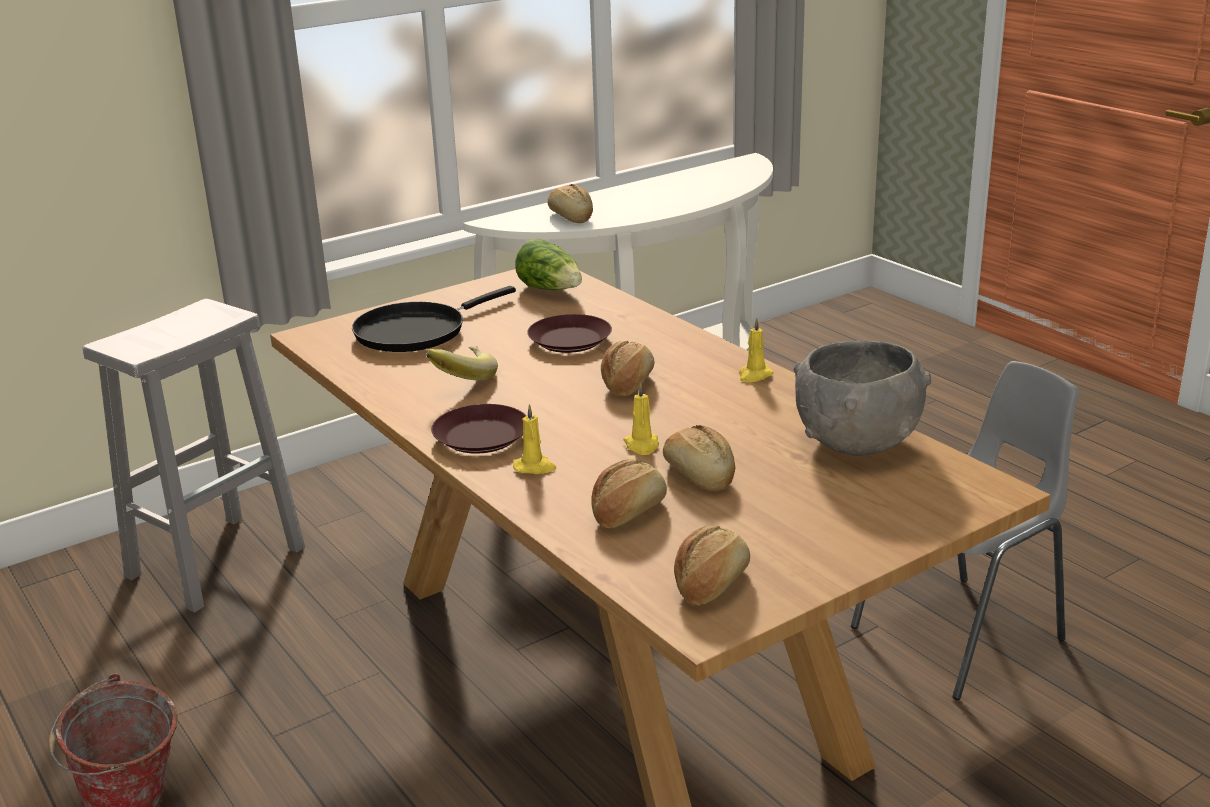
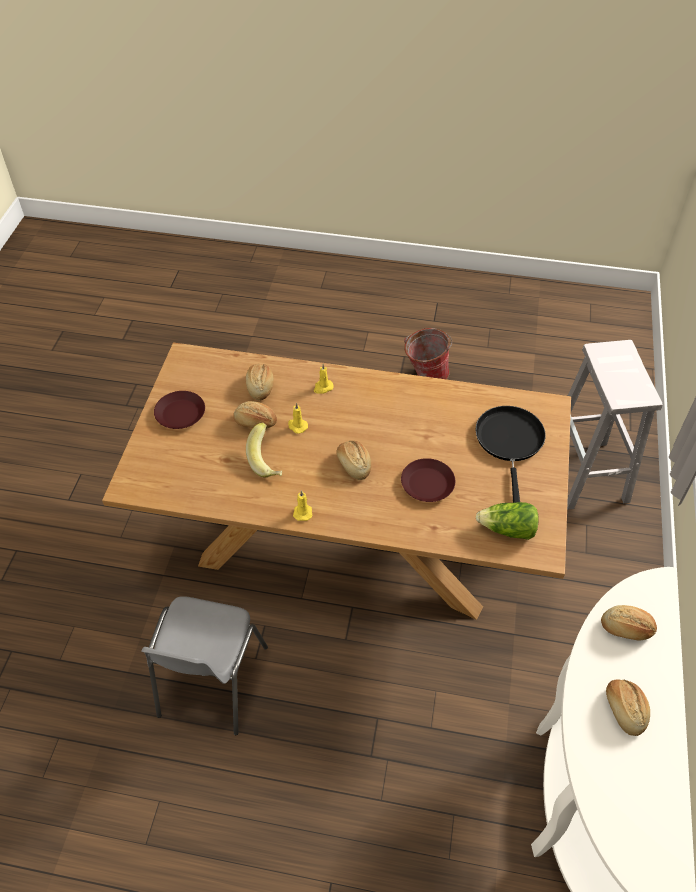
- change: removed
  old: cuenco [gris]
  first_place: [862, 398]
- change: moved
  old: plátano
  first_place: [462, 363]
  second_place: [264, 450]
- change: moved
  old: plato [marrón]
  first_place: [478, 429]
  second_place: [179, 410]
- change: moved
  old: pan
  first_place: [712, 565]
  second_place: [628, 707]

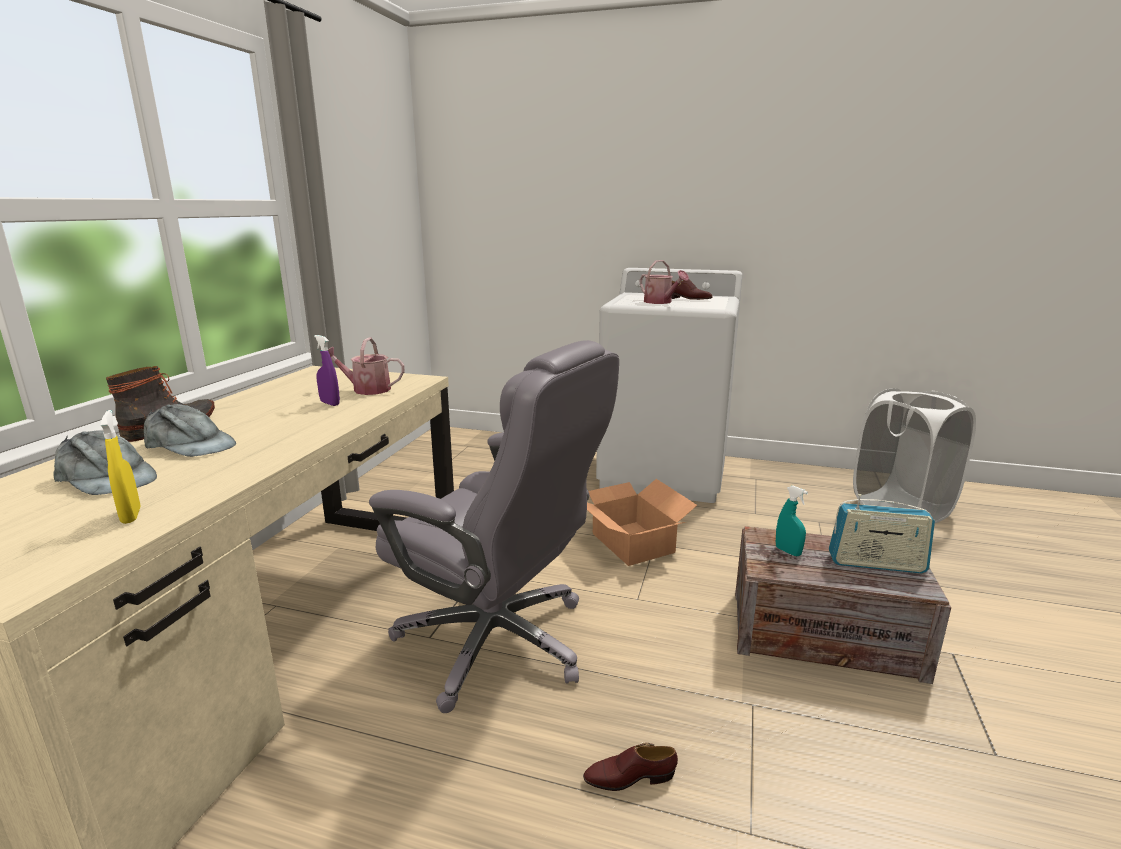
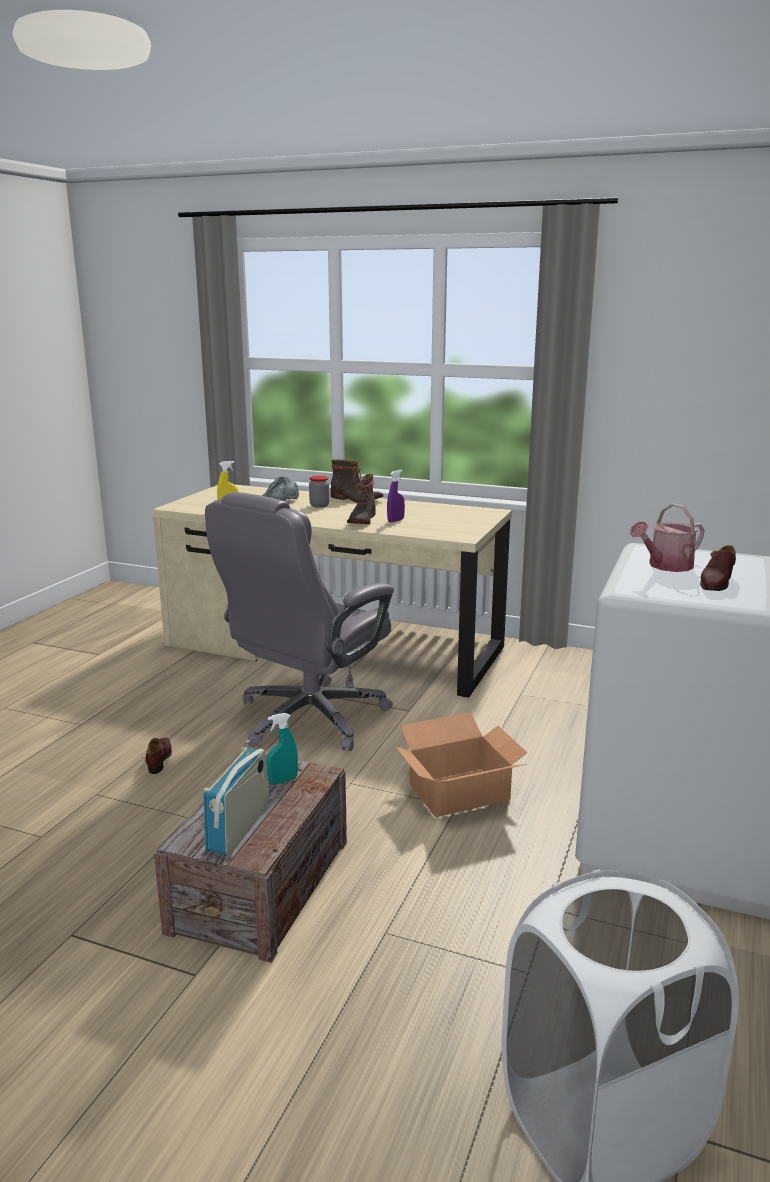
- change: removed
  old: regadera
  first_place: [366, 366]
- change: added
  new: bota
  second_place: [361, 499]
- change: replaced
  old: gorra [gris]
  new: tarro
  first_place: [190, 430]
  second_place: [319, 491]

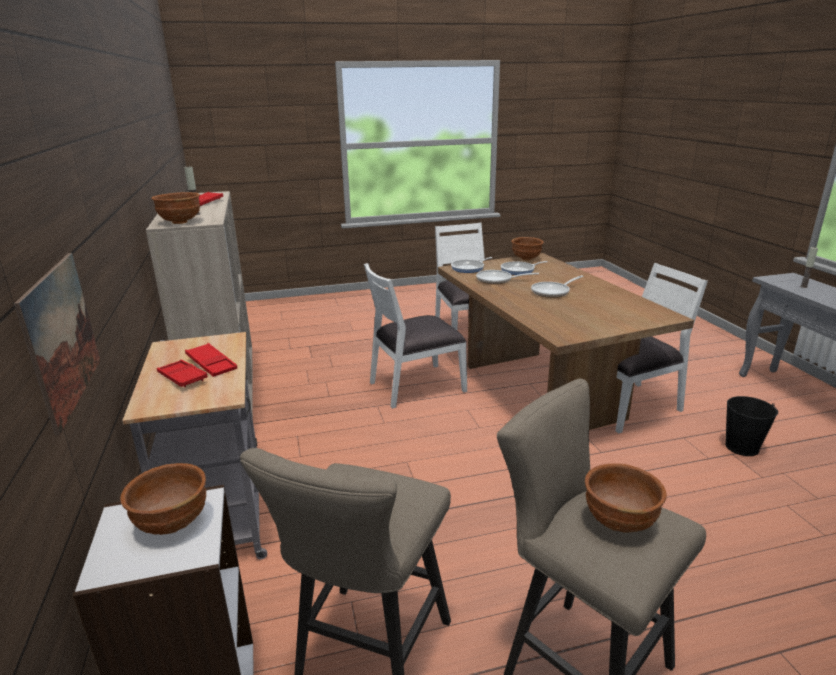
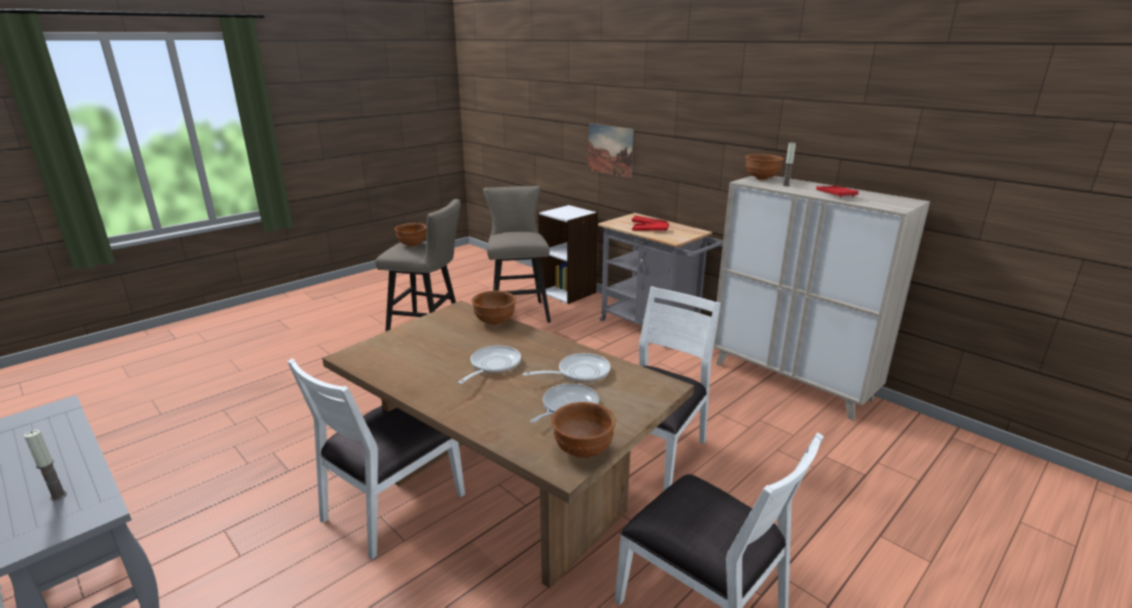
- change: removed
  old: sartén
  first_place: [472, 265]
- change: removed
  old: cubo [negro]
  first_place: [751, 426]
- change: moved
  old: cuenco [marrón]
  first_place: [163, 499]
  second_place: [494, 307]

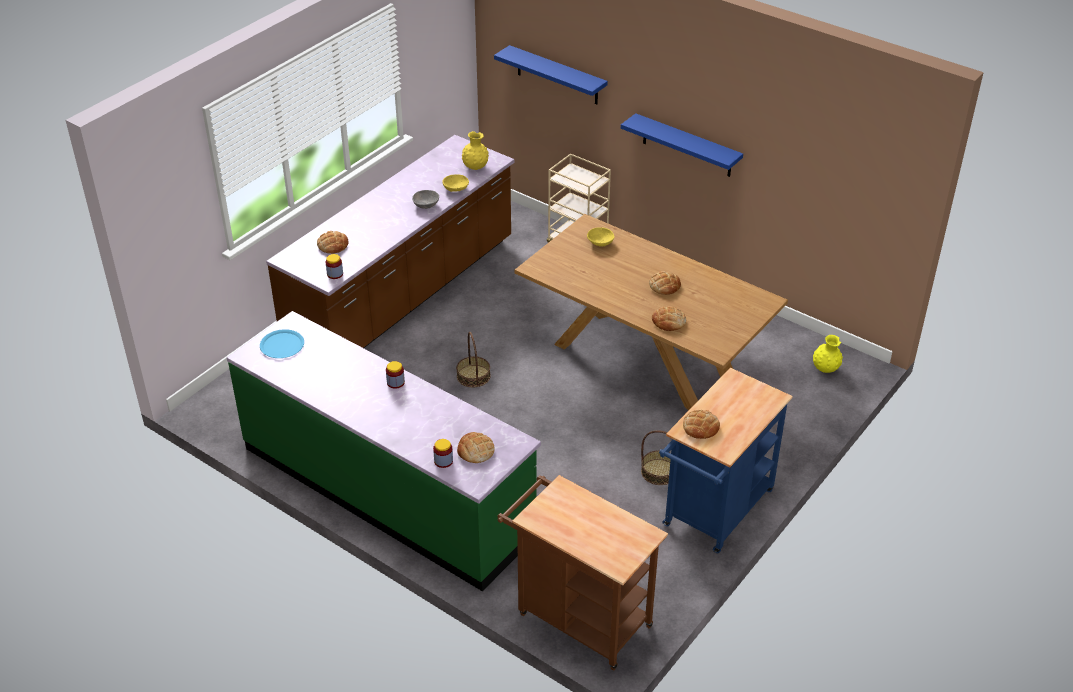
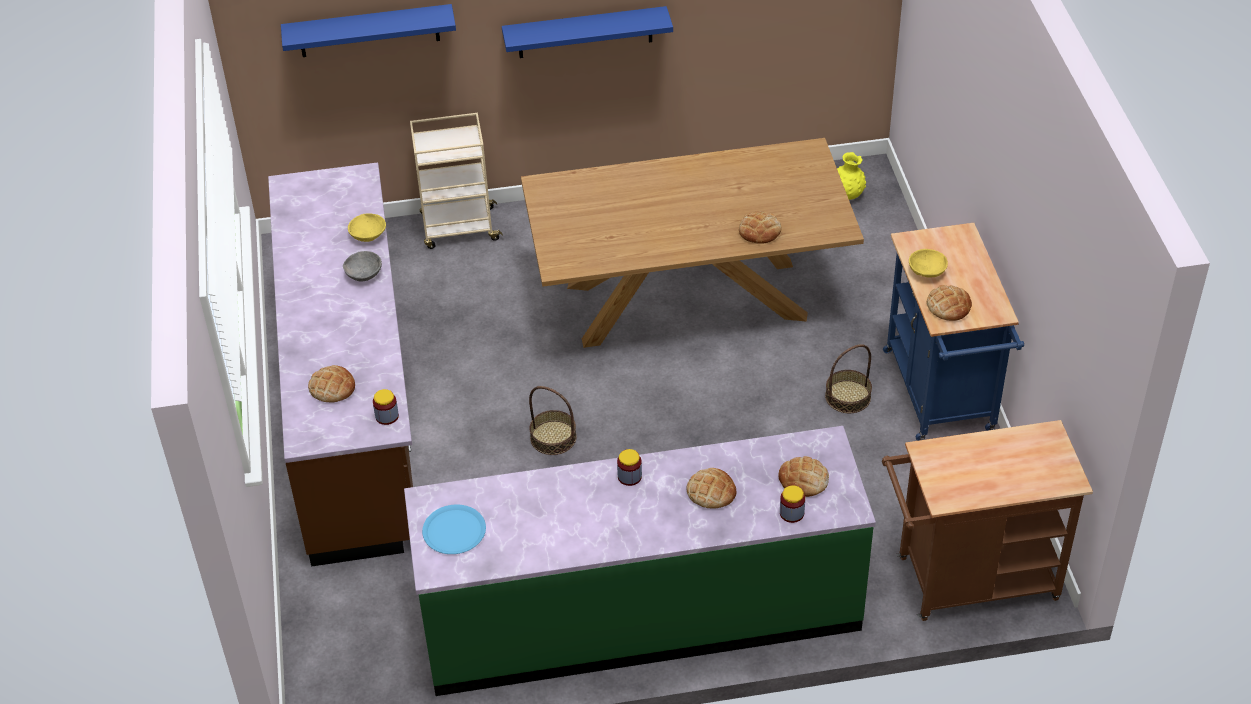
- change: removed
  old: florero [amarillo]
  first_place: [475, 150]
- change: moved
  old: cuenco [amarillo]
  first_place: [600, 237]
  second_place: [928, 263]
- change: moved
  old: pan
  first_place: [665, 283]
  second_place: [712, 488]

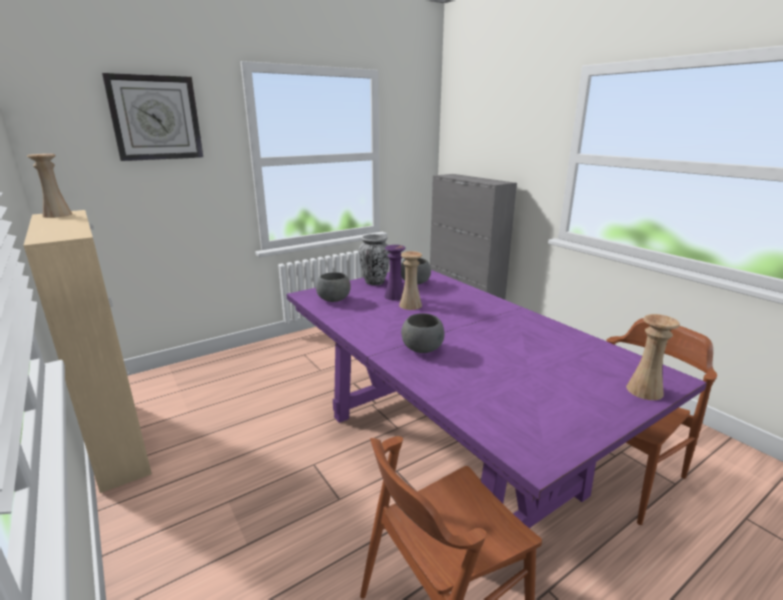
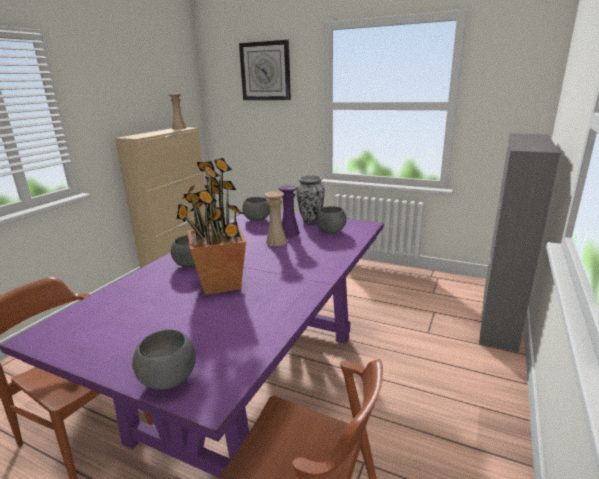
- change: added
  new: planta en maceta
  second_place: [211, 226]
- change: replaced
  old: florero [beis]
  new: cuenco [gris]
  first_place: [653, 357]
  second_place: [164, 359]

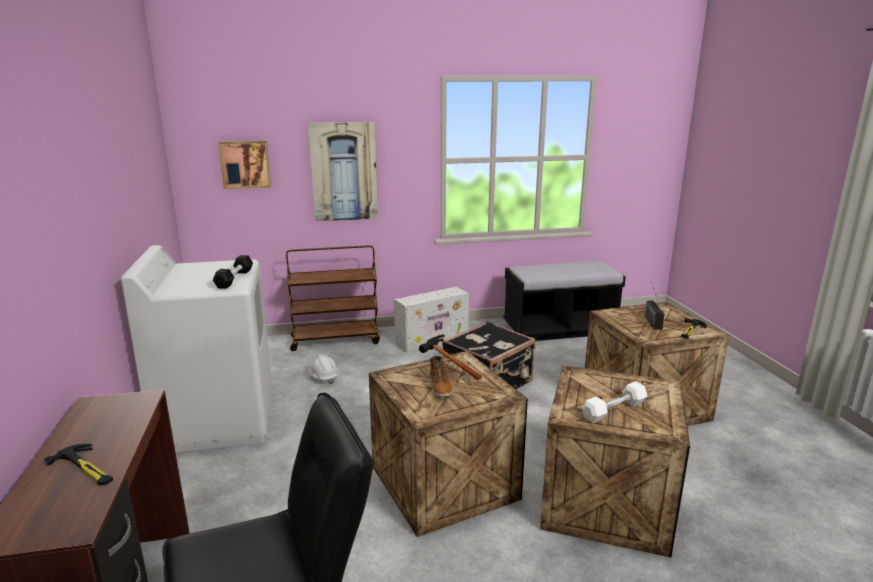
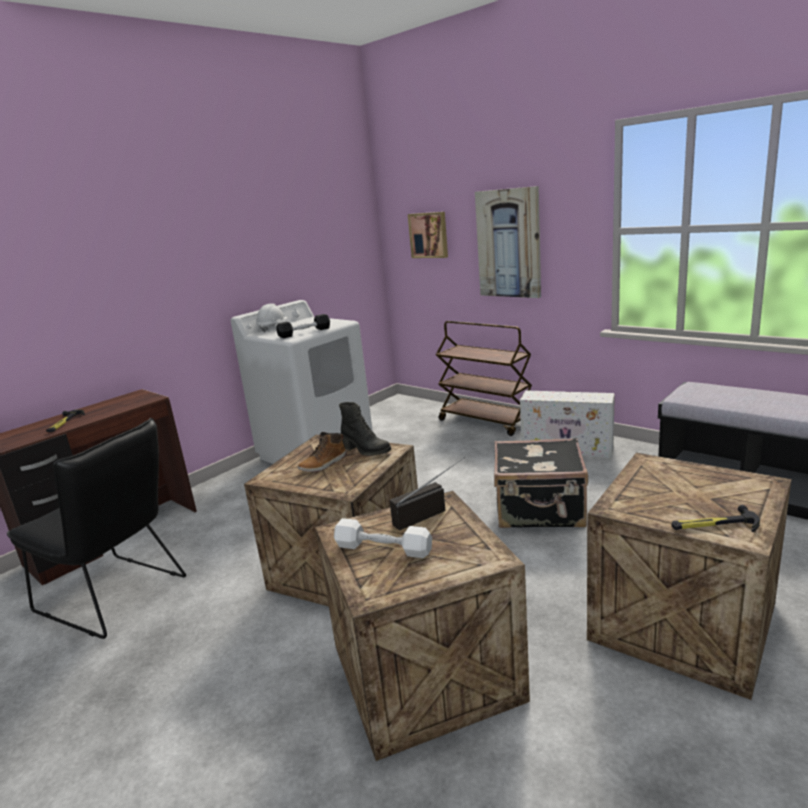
- change: moved
  old: casco [blanco]
  first_place: [324, 370]
  second_place: [272, 318]
- change: moved
  old: radio
  first_place: [654, 306]
  second_place: [427, 493]
- change: replaced
  old: martillo
  new: bota [negro]
  first_place: [450, 357]
  second_place: [365, 429]

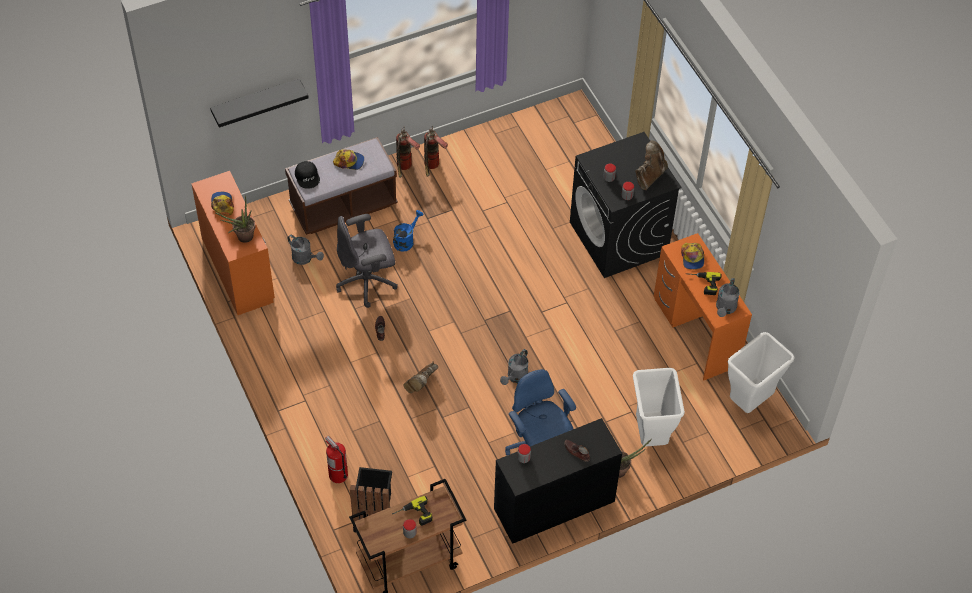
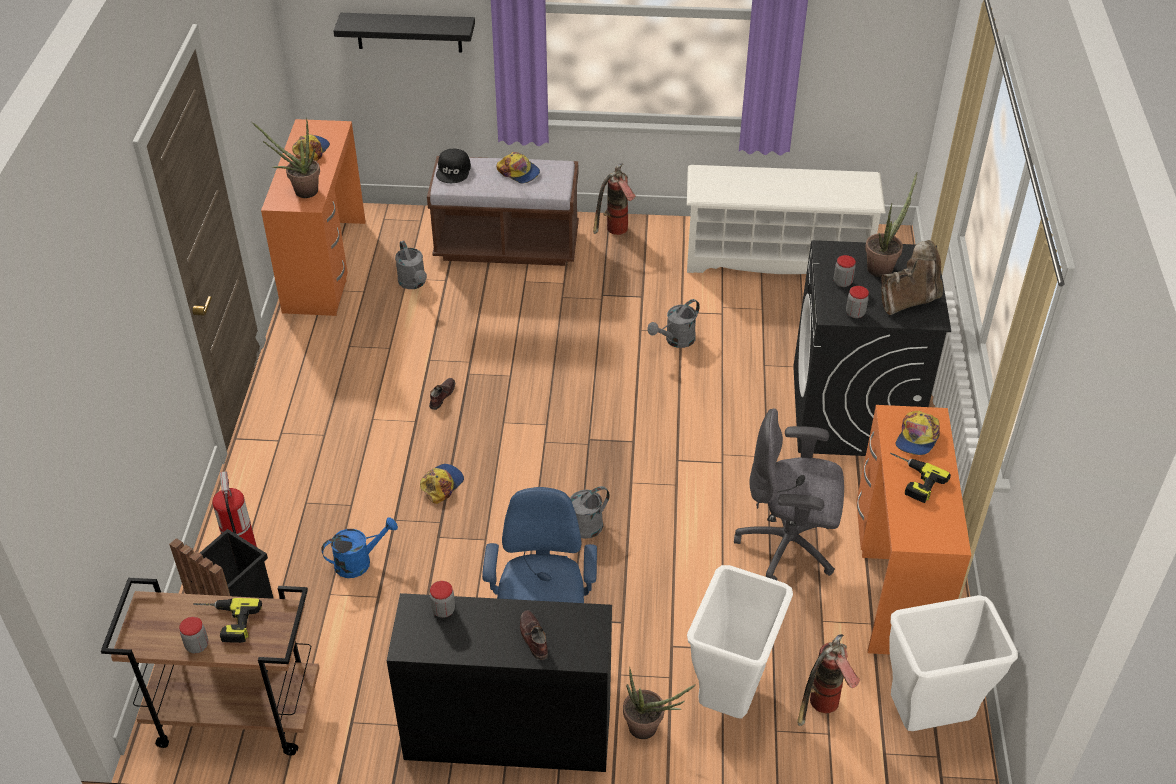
- change: added
  new: zapatero [blanco]
  second_place: [786, 219]
- change: added
  new: planta en maceta
  second_place: [891, 224]
- change: moved
  old: silla de oficina [gris]
  first_place: [367, 261]
  second_place: [789, 494]
- change: moved
  old: regadera [azul]
  first_place: [408, 231]
  second_place: [359, 547]
- change: moved
  old: extintor
  first_place: [436, 151]
  second_place: [828, 680]
- change: moved
  old: regadera [gris]
  first_place: [728, 297]
  second_place: [673, 323]
- change: replaced
  old: bota [marrón]
  new: gorra
  first_place: [420, 377]
  second_place: [442, 484]

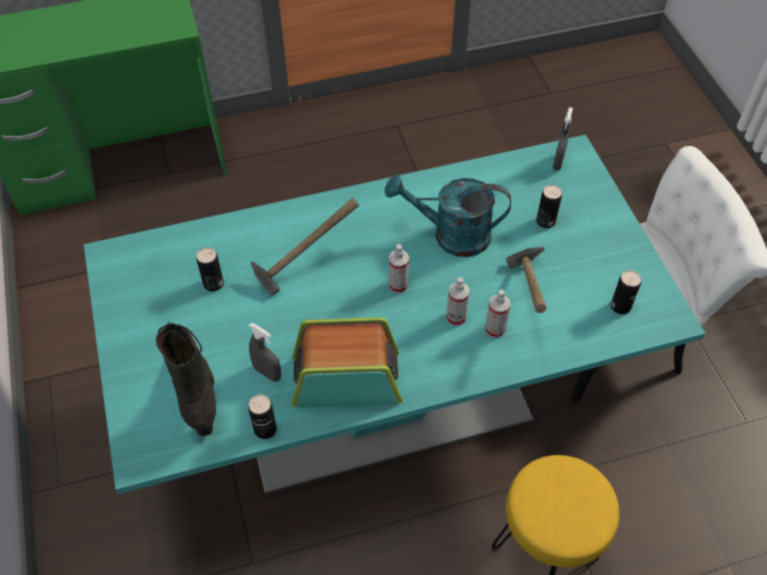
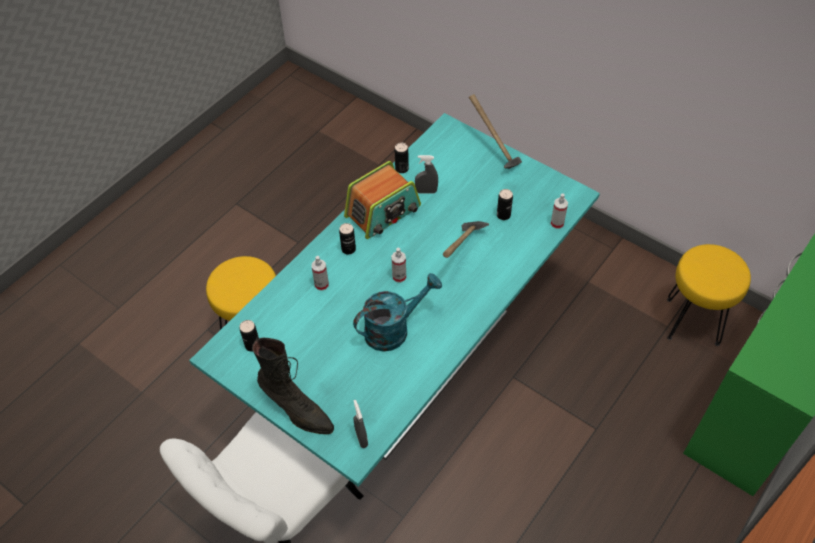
- change: added
  new: taburete [amarillo]
  second_place: [709, 295]
- change: moved
  old: bota [negro]
  first_place: [186, 379]
  second_place: [293, 386]
- change: moved
  old: pulverizador
  first_place: [458, 301]
  second_place: [559, 211]
- change: moved
  old: martillo
  first_place: [526, 280]
  second_place: [495, 131]
- change: moved
  old: lata
  first_place: [549, 206]
  second_place: [347, 239]

